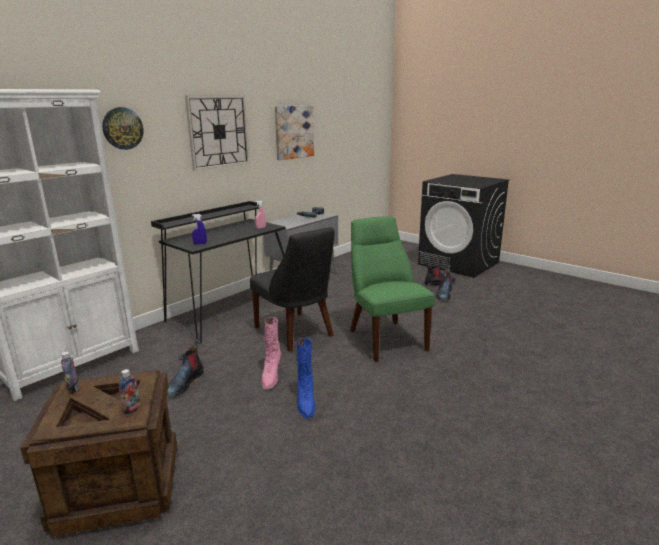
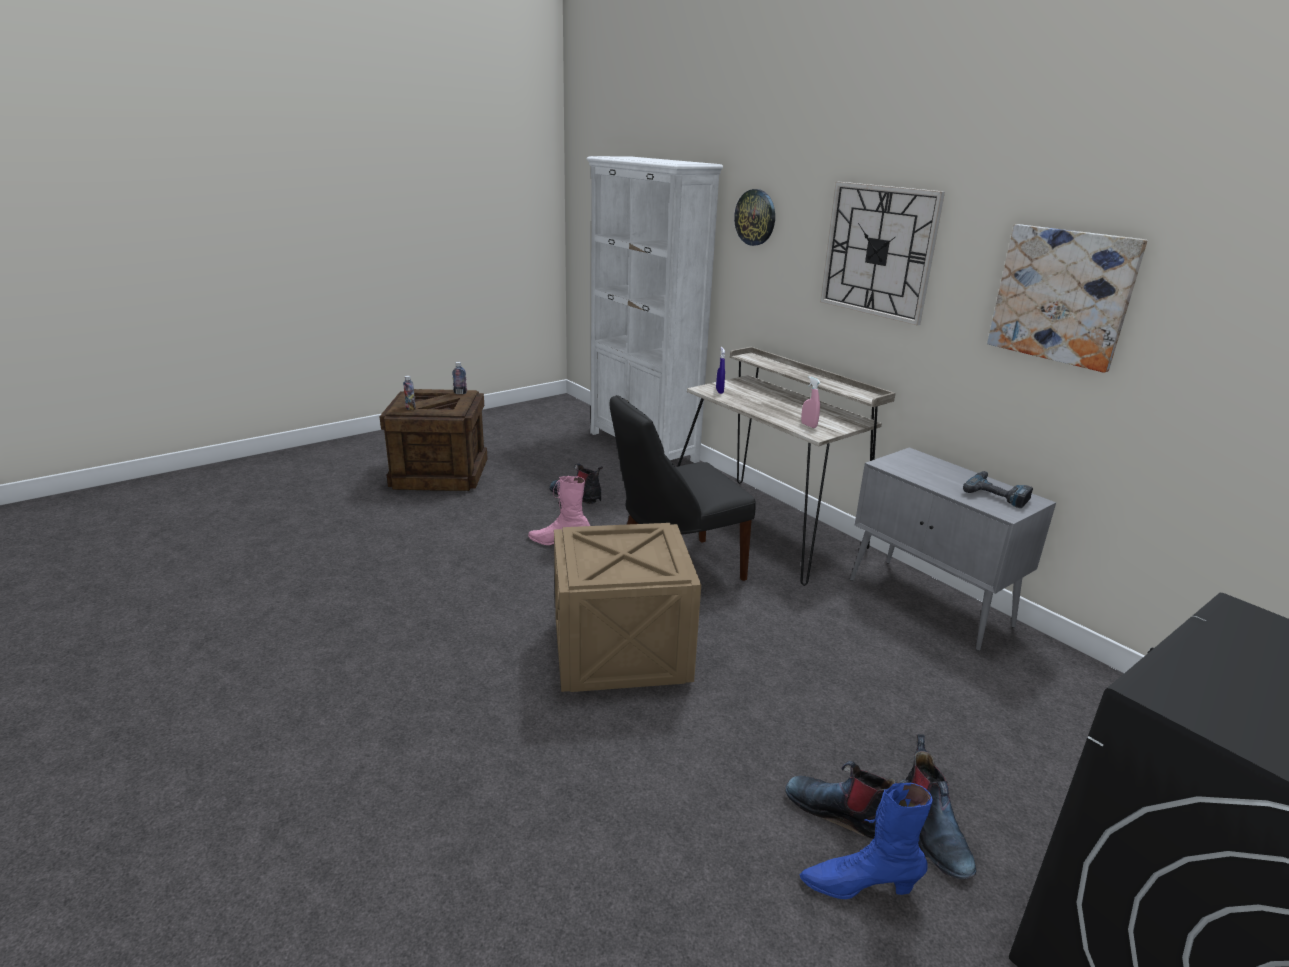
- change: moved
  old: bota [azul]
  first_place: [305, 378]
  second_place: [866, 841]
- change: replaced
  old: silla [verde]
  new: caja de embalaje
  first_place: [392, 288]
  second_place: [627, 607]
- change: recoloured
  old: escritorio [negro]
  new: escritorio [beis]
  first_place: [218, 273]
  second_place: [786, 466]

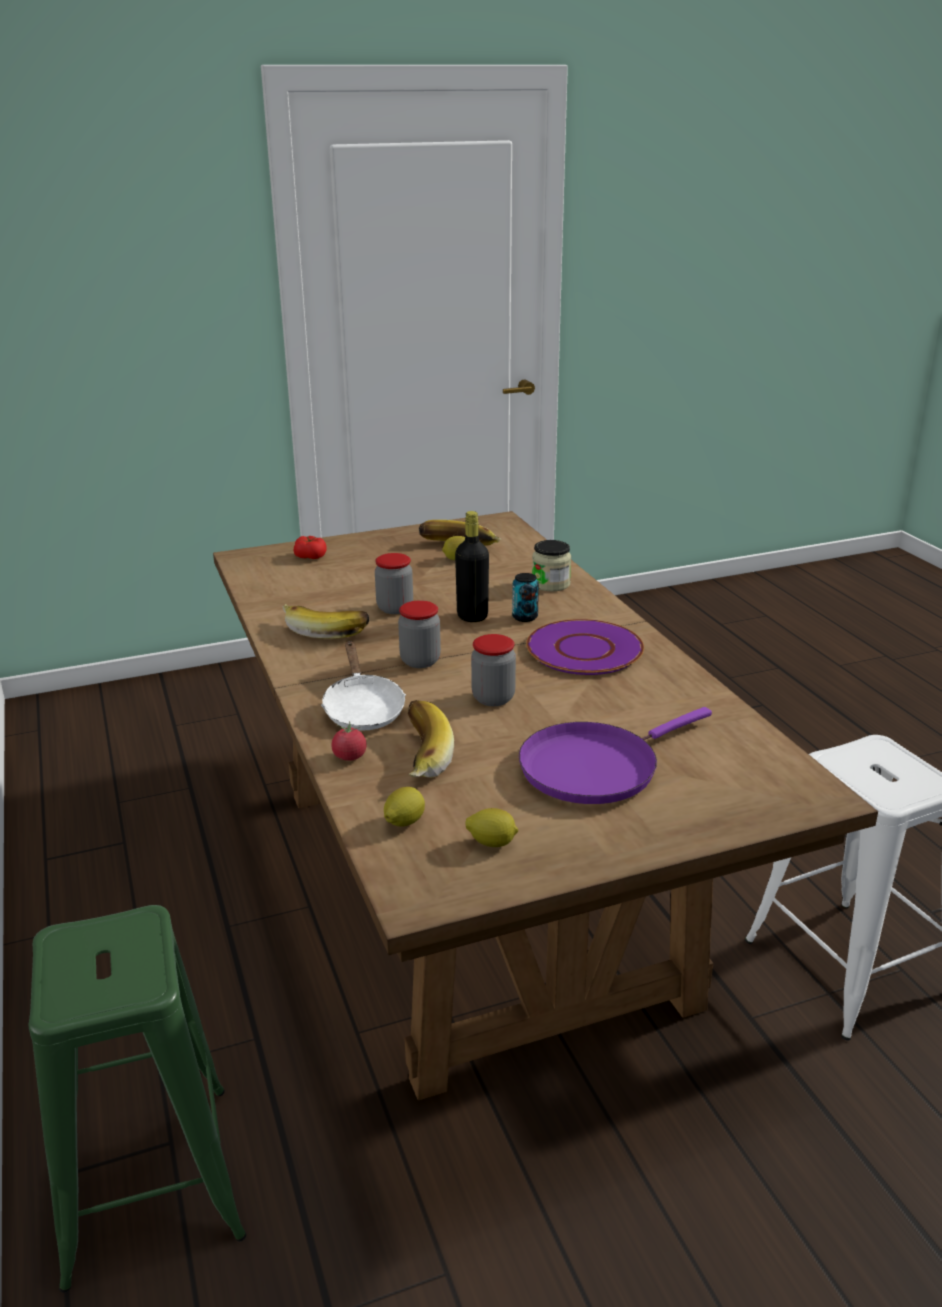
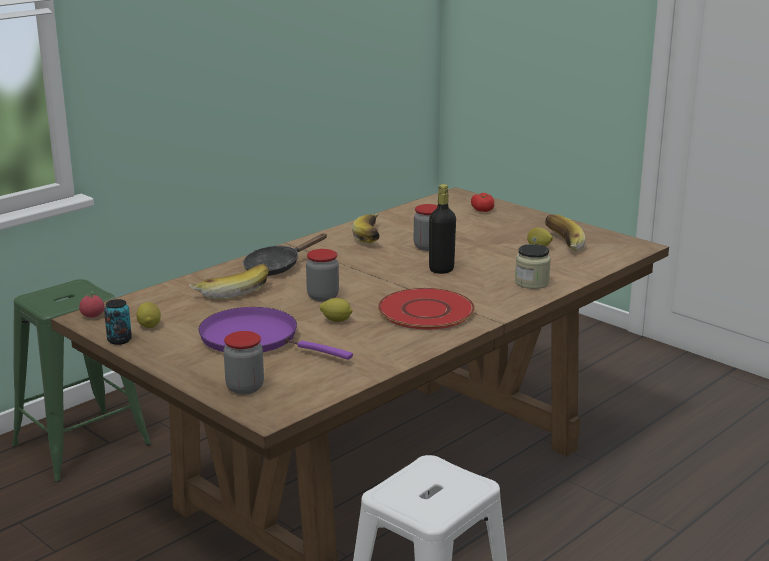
- change: moved
  old: tomate
  first_place: [349, 741]
  second_place: [91, 304]
- change: moved
  old: limón
  first_place: [404, 807]
  second_place: [336, 310]
- change: moved
  old: tarro
  first_place: [419, 634]
  second_place: [244, 363]
- change: moved
  old: lata
  first_place: [525, 597]
  second_place: [118, 322]
- change: recoloured
  old: sartén [blanco]
  new: sartén [negro]
  first_place: [363, 686]
  second_place: [285, 254]
- change: recoloured
  old: plato [morado]
  new: plato [rojo]
  first_place: [585, 647]
  second_place: [426, 308]

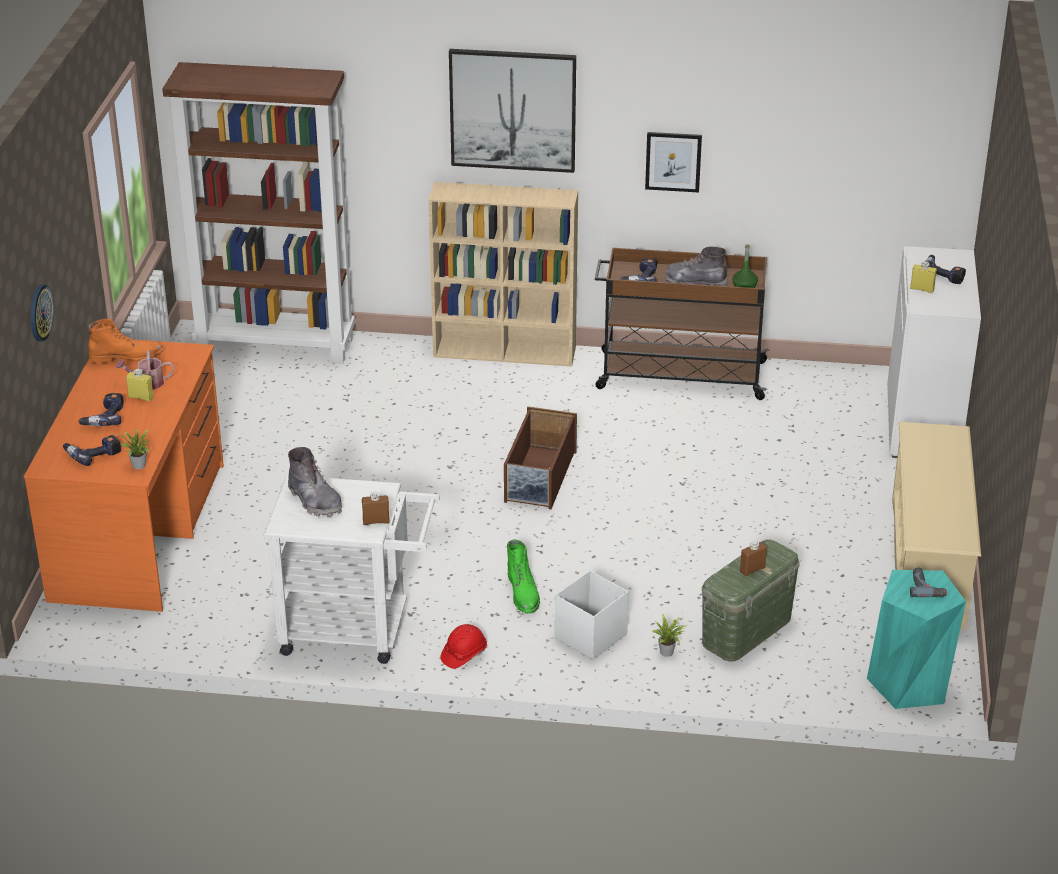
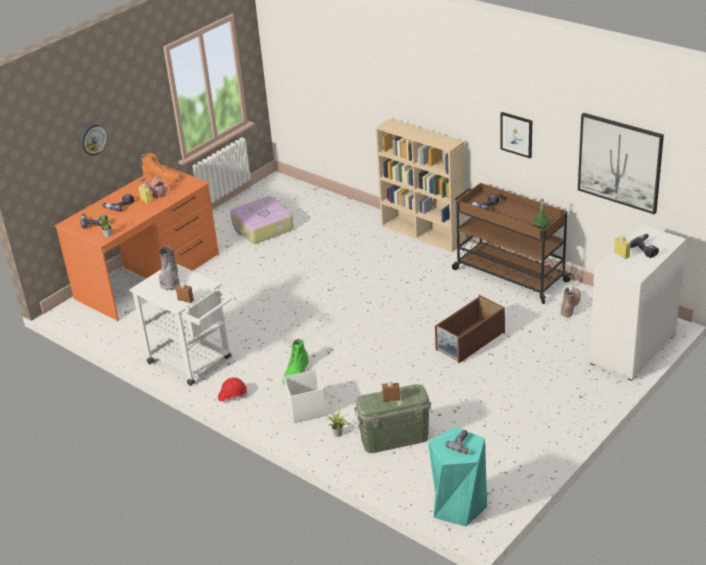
- change: removed
  old: estantería [marrón]
  first_place: [258, 212]
- change: removed
  old: bota [gris]
  first_place: [696, 266]
- change: removed
  old: zapatero [beis]
  first_place: [936, 525]
- change: added
  new: maleta
  second_place: [262, 219]
- change: added
  new: bota [marrón]
  second_place: [571, 302]
- change: moved
  old: cuadro
  first_place: [512, 111]
  second_place: [621, 163]
- change: moved
  old: caja de almacenaje [marrón]
  first_place: [540, 457]
  second_place: [470, 328]

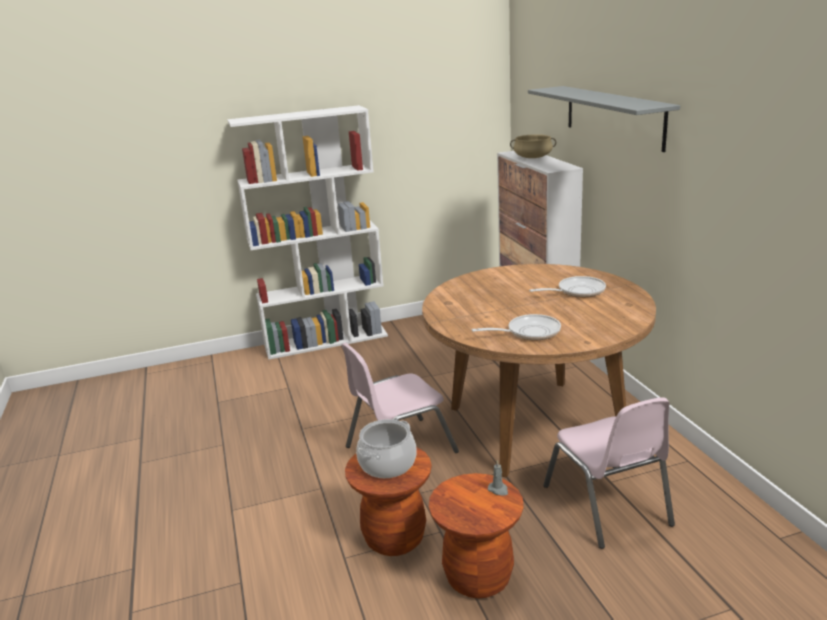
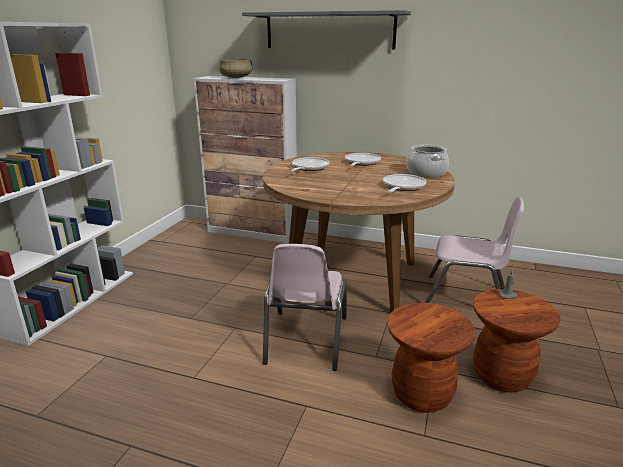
- change: added
  new: sartén
  second_place: [309, 164]
- change: moved
  old: olla
  first_place: [386, 448]
  second_place: [427, 161]

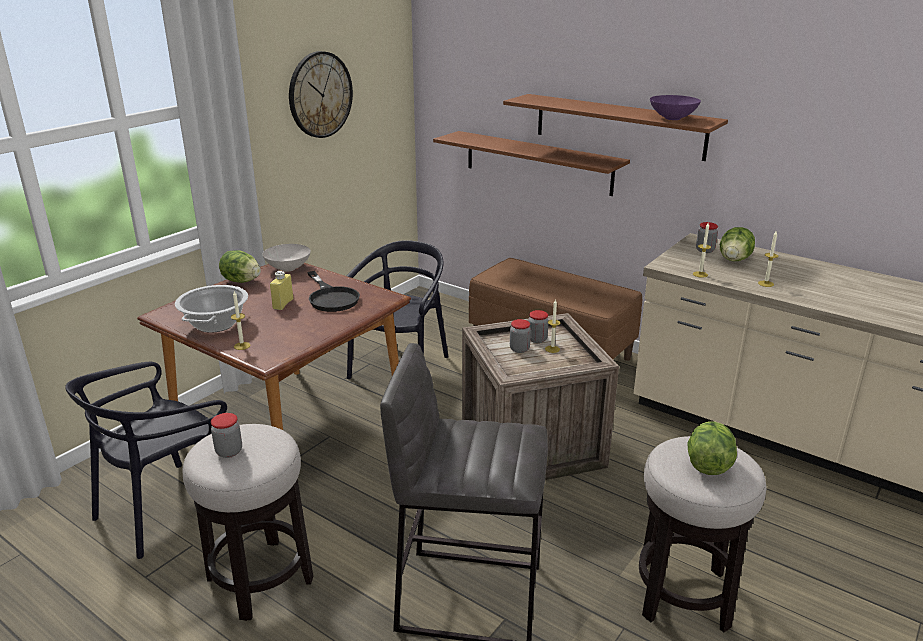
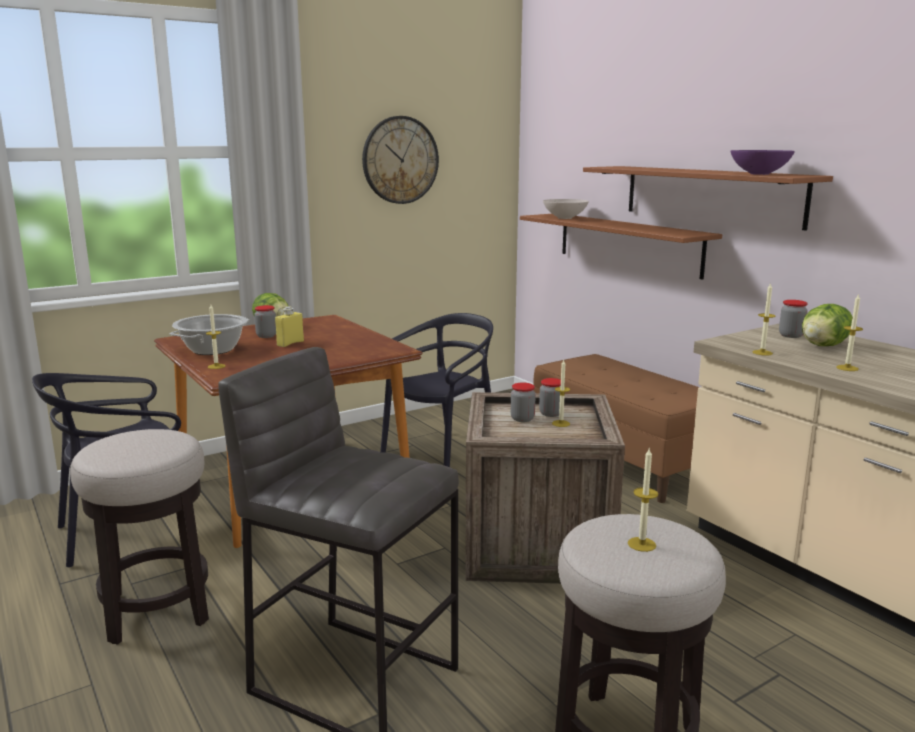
- change: removed
  old: sartén [negro]
  first_place: [333, 291]
- change: moved
  old: tarro
  first_place: [226, 435]
  second_place: [265, 321]
- change: moved
  old: cuenco [blanco]
  first_place: [287, 258]
  second_place: [566, 209]
- change: replaced
  old: lechuga
  new: vela
  first_place: [712, 448]
  second_place: [643, 500]

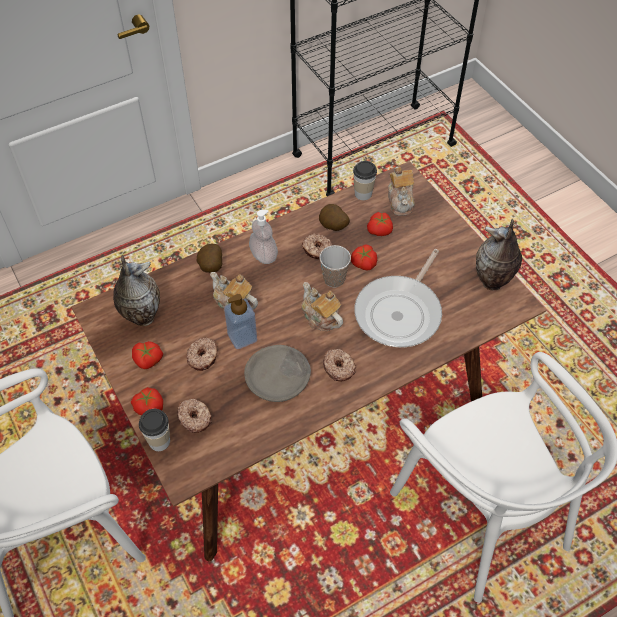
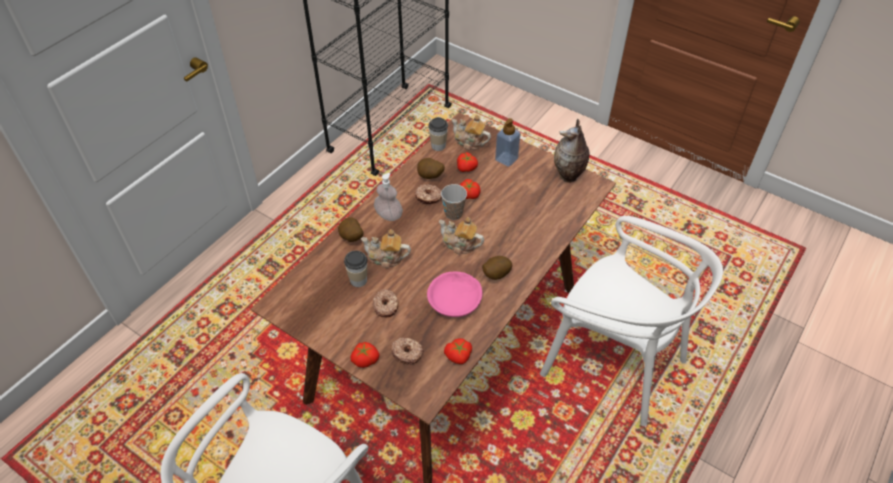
- change: removed
  old: florero
  first_place: [136, 290]
- change: removed
  old: sartén
  first_place: [398, 298]
- change: moved
  old: tomate
  first_place: [147, 355]
  second_place: [458, 351]
- change: moved
  old: taza
  first_place: [154, 430]
  second_place: [355, 269]
- change: moved
  old: dispensador de jabón
  first_place: [240, 321]
  second_place: [508, 142]
- change: replaced
  old: rosquilla
  new: patata
  first_place: [339, 365]
  second_place: [497, 268]
- change: recoloured
  old: cuenco [gris]
  new: cuenco [rosa]
  first_place: [277, 373]
  second_place: [454, 294]
- change: turned
  old: tetera
  first_place: [401, 191]
  second_place: [471, 132]
  degrees: 150

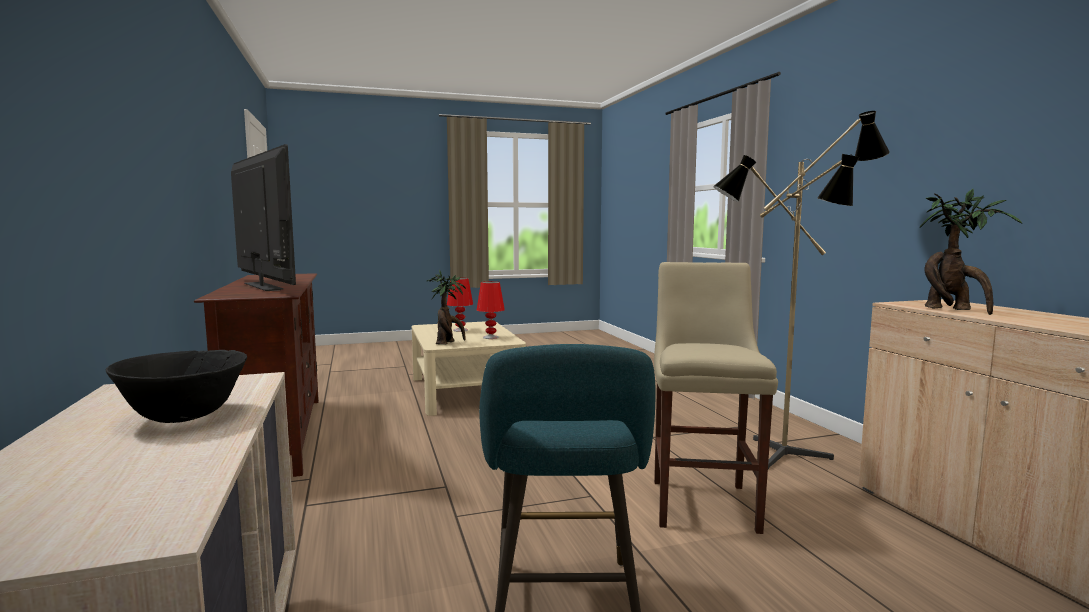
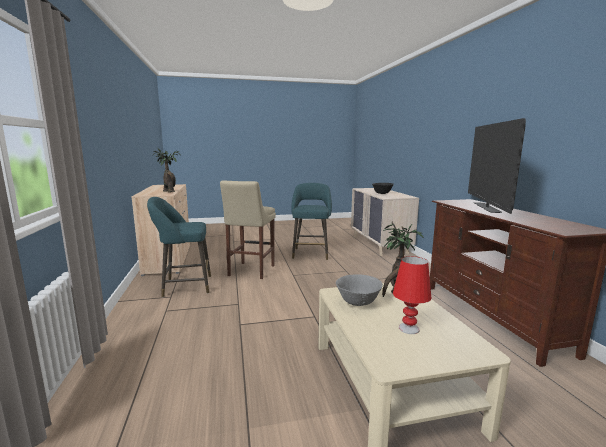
- change: replaced
  old: lámpara de mesa [rojo]
  new: cuenco [gris]
  first_place: [491, 310]
  second_place: [359, 290]
- change: replaced
  old: lámpara de pie
  new: taburete [turquesa]
  first_place: [801, 290]
  second_place: [179, 247]
- change: turned
  old: televisor
  first_place: [263, 217]
  second_place: [497, 166]
  degrees: 45

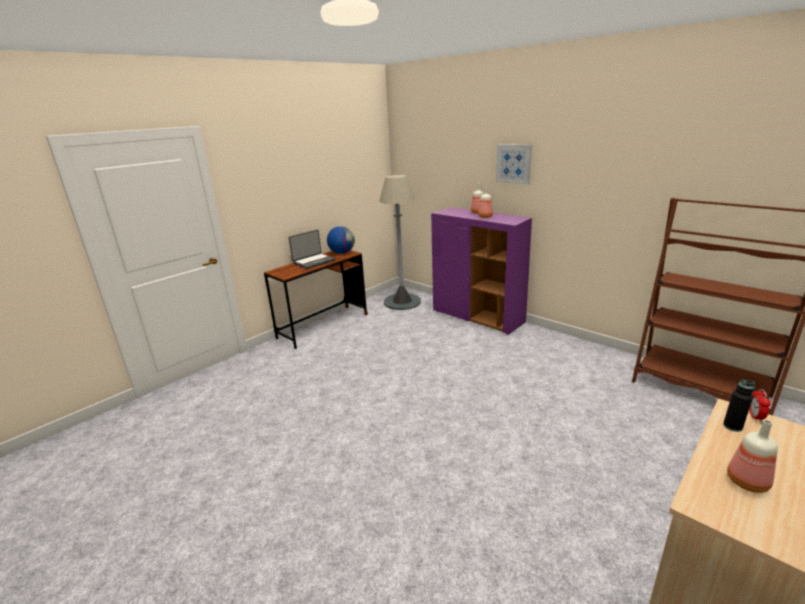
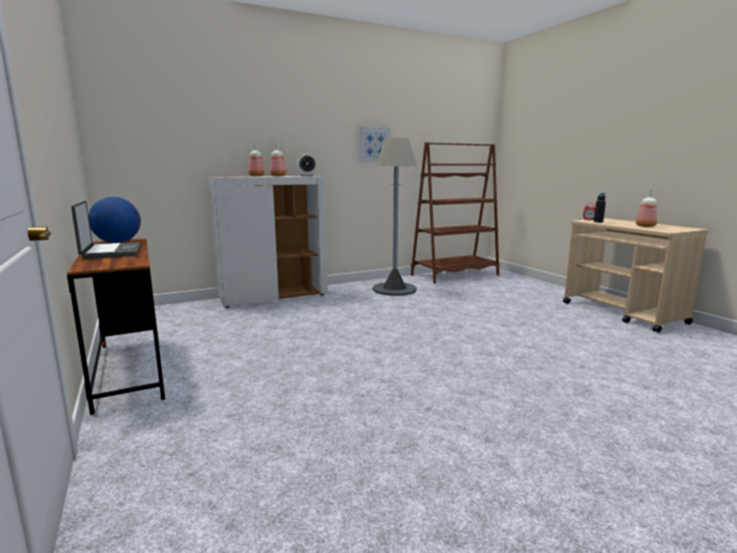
- change: added
  new: despertador
  second_place: [307, 165]
- change: moved
  old: lámpara de pie [gris]
  first_place: [400, 242]
  second_place: [394, 217]
- change: moved
  old: cuadro
  first_place: [514, 164]
  second_place: [375, 144]
- change: recoloured
  old: armario [morado]
  new: armario [blanco]
  first_place: [481, 270]
  second_place: [268, 242]

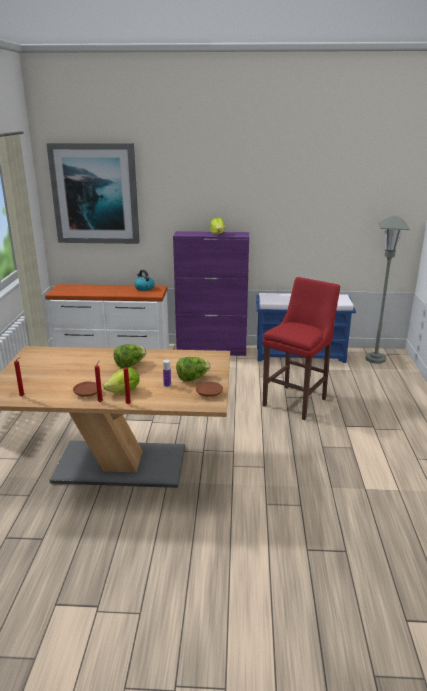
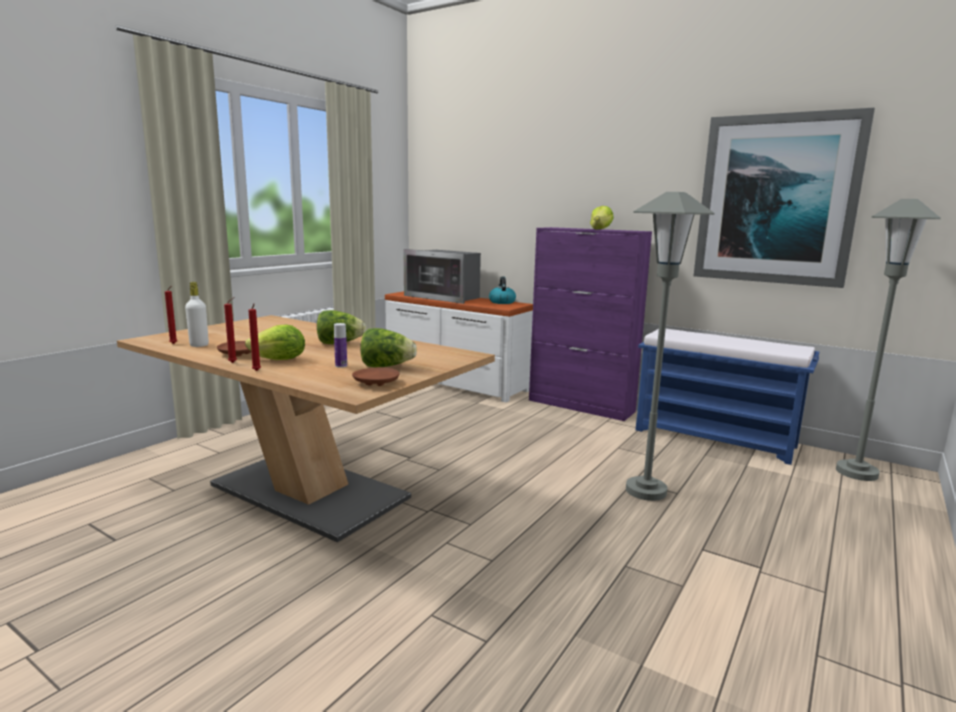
- change: added
  new: botella [blanco]
  second_place: [197, 314]
- change: added
  new: microondas
  second_place: [442, 276]
- change: moved
  old: cuadro
  first_place: [93, 193]
  second_place: [784, 198]
- change: replaced
  old: taburete [rojo]
  new: lámpara de pie [gris]
  first_place: [301, 348]
  second_place: [670, 346]

